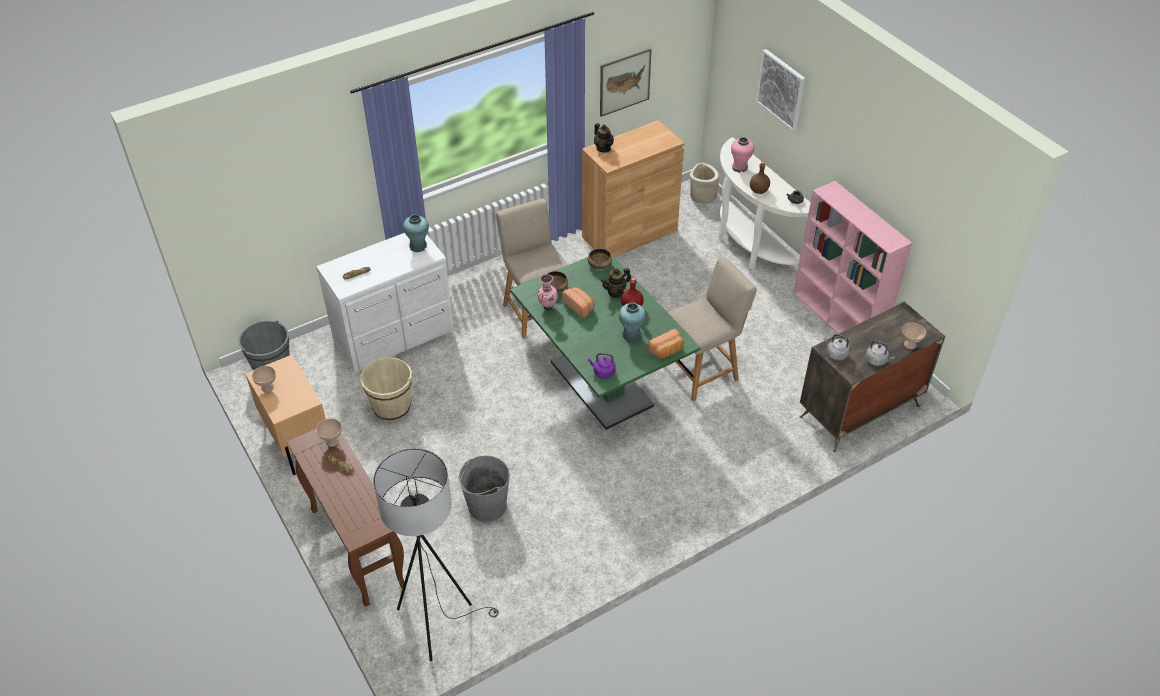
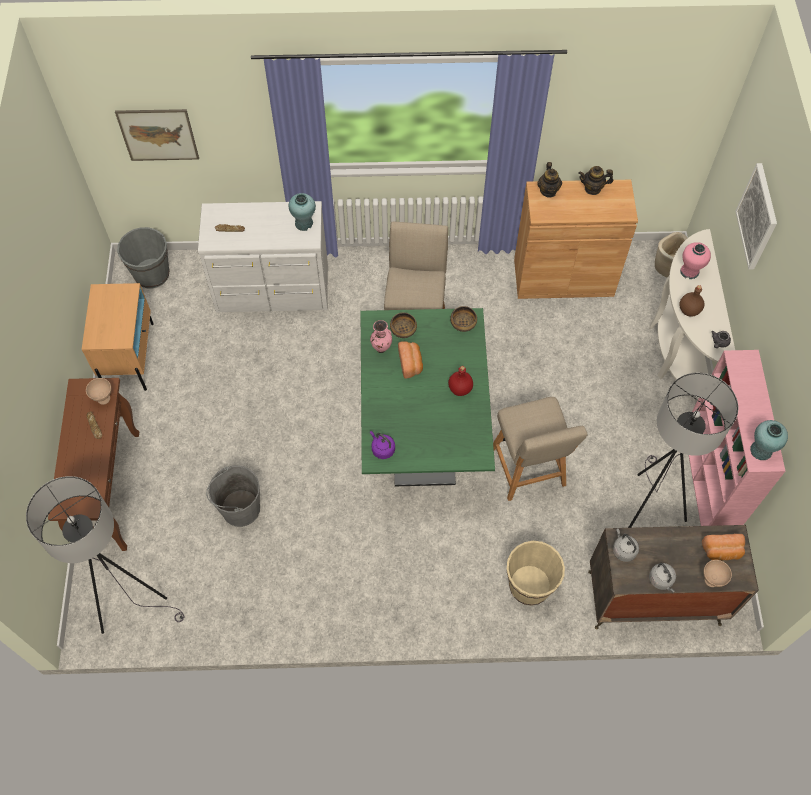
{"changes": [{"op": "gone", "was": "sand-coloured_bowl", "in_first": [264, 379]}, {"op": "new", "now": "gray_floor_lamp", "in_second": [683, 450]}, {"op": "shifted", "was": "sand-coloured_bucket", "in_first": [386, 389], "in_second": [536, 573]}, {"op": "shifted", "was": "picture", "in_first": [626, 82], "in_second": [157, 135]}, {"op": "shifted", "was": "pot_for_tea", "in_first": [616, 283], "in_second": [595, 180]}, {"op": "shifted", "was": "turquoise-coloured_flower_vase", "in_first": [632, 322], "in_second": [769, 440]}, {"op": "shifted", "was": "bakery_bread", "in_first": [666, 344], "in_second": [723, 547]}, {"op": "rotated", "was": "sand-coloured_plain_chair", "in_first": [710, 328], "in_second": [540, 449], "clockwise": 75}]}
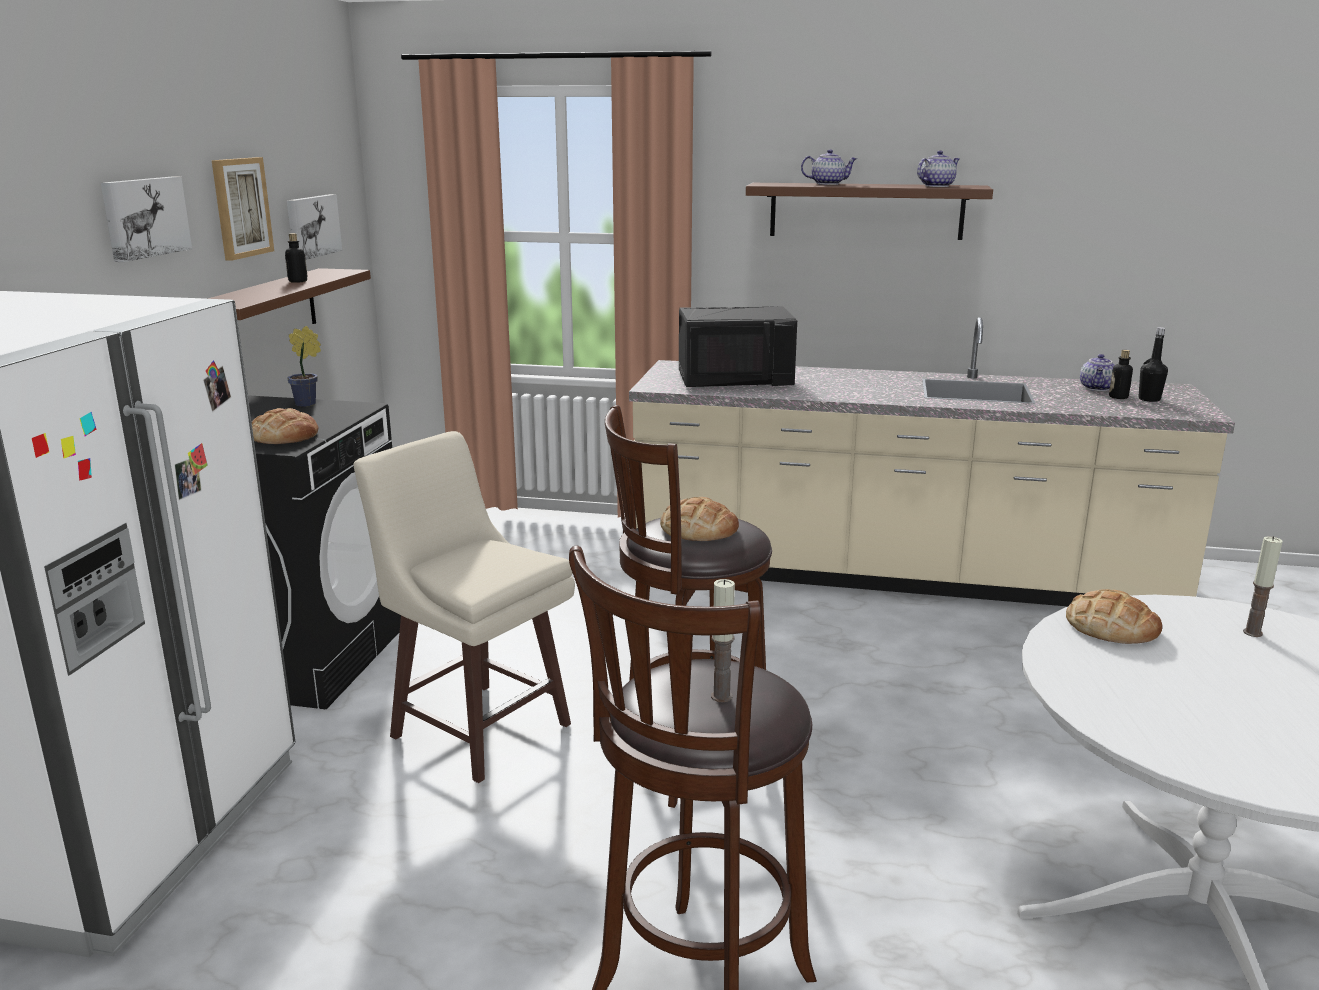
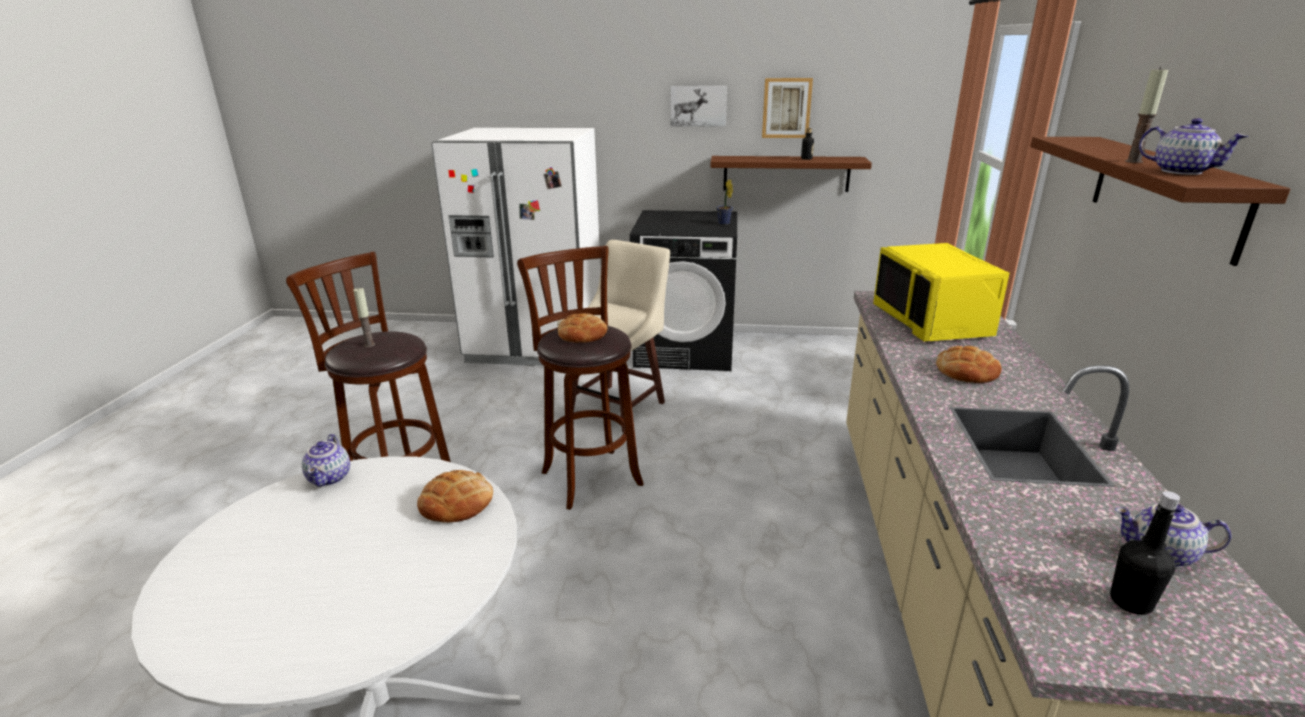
{"changes": [{"op": "gone", "was": "picture", "in_first": [314, 227]}, {"op": "gone", "was": "beverage_bottle", "in_first": [1121, 374]}, {"op": "shifted", "was": "bakery_bread", "in_first": [285, 426], "in_second": [969, 364]}, {"op": "shifted", "was": "pot_for_tea", "in_first": [829, 167], "in_second": [326, 460]}, {"op": "shifted", "was": "wax_light", "in_first": [1262, 586], "in_second": [1146, 115]}, {"op": "repainted", "was": "blackish_kitchen_microwave", "now": "yellow_kitchen_microwave", "in_first": [738, 346], "in_second": [941, 292]}]}
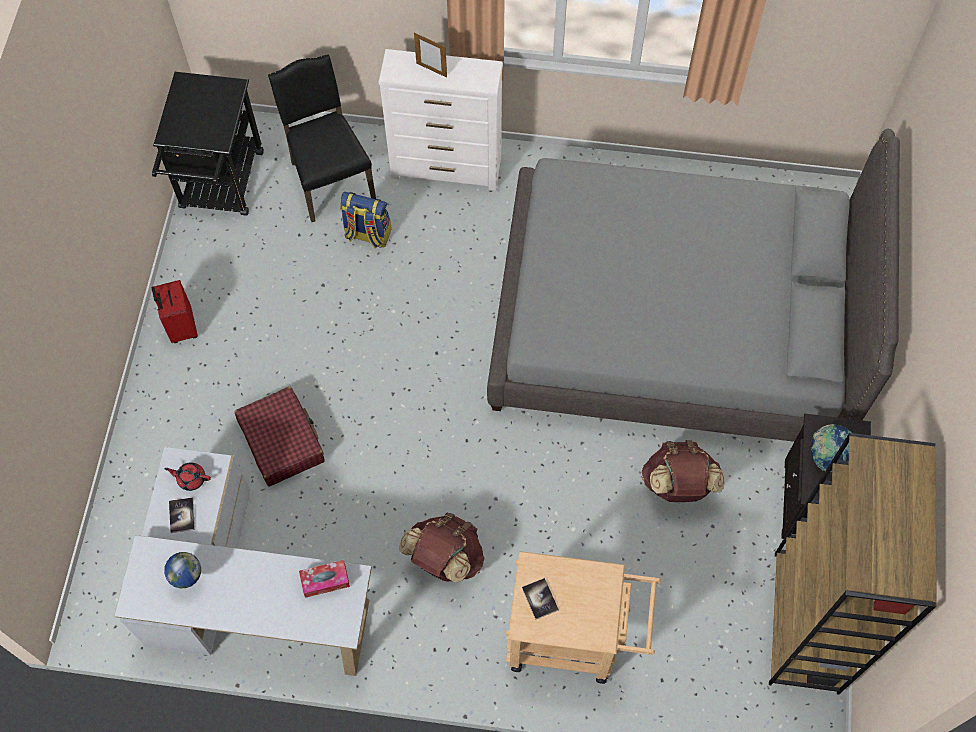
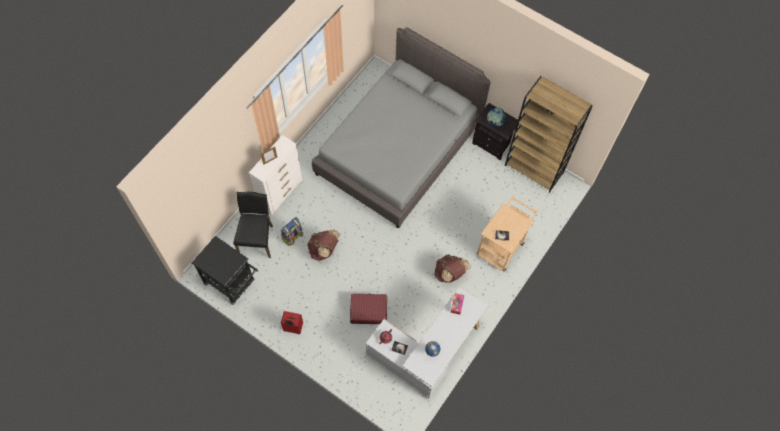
{"changes": [{"op": "shifted", "was": "brown-coloured_rucksack", "in_first": [683, 471], "in_second": [323, 245]}, {"op": "rotated", "was": "blackish_plain_chair", "in_first": [322, 138], "in_second": [253, 224], "clockwise": 90}]}
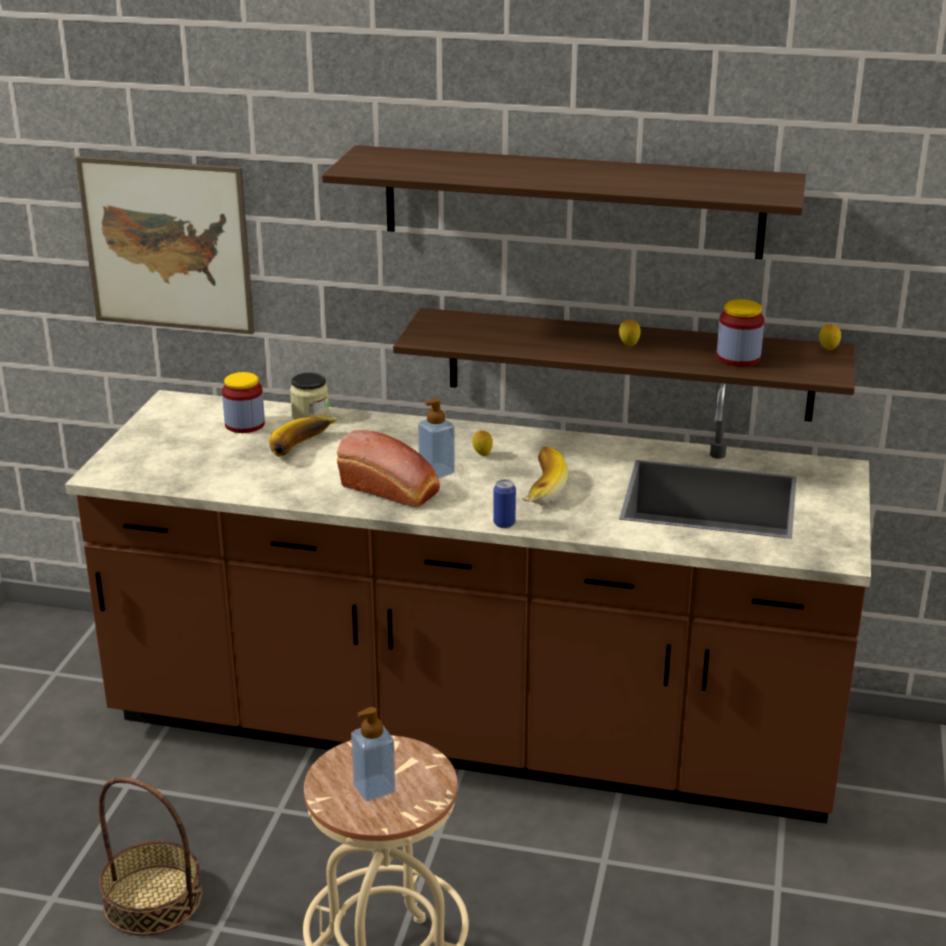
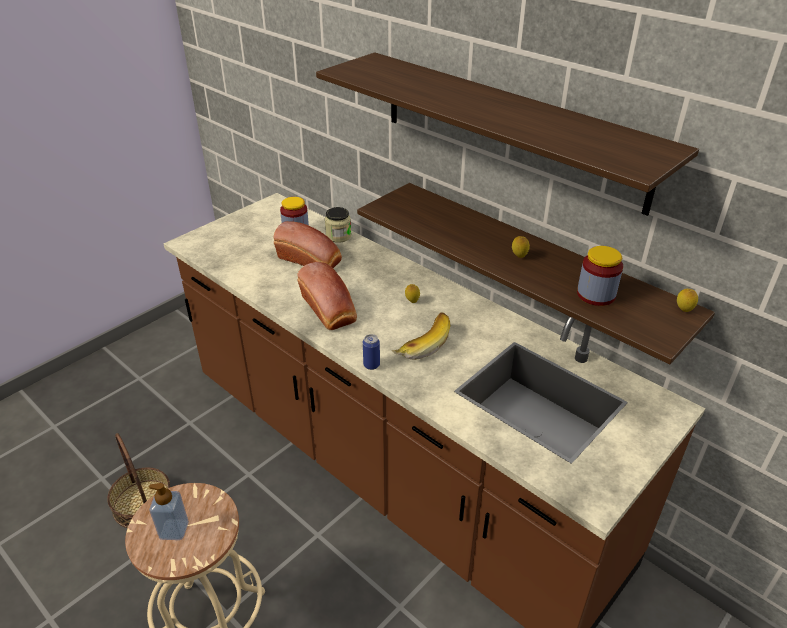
{"changes": [{"op": "gone", "was": "picture", "in_first": [165, 245]}, {"op": "gone", "was": "liquid_soap_bottle", "in_first": [436, 438]}, {"op": "swapped", "was": "banana", "now": "bakery_bread", "in_first": [303, 436], "in_second": [307, 244]}]}
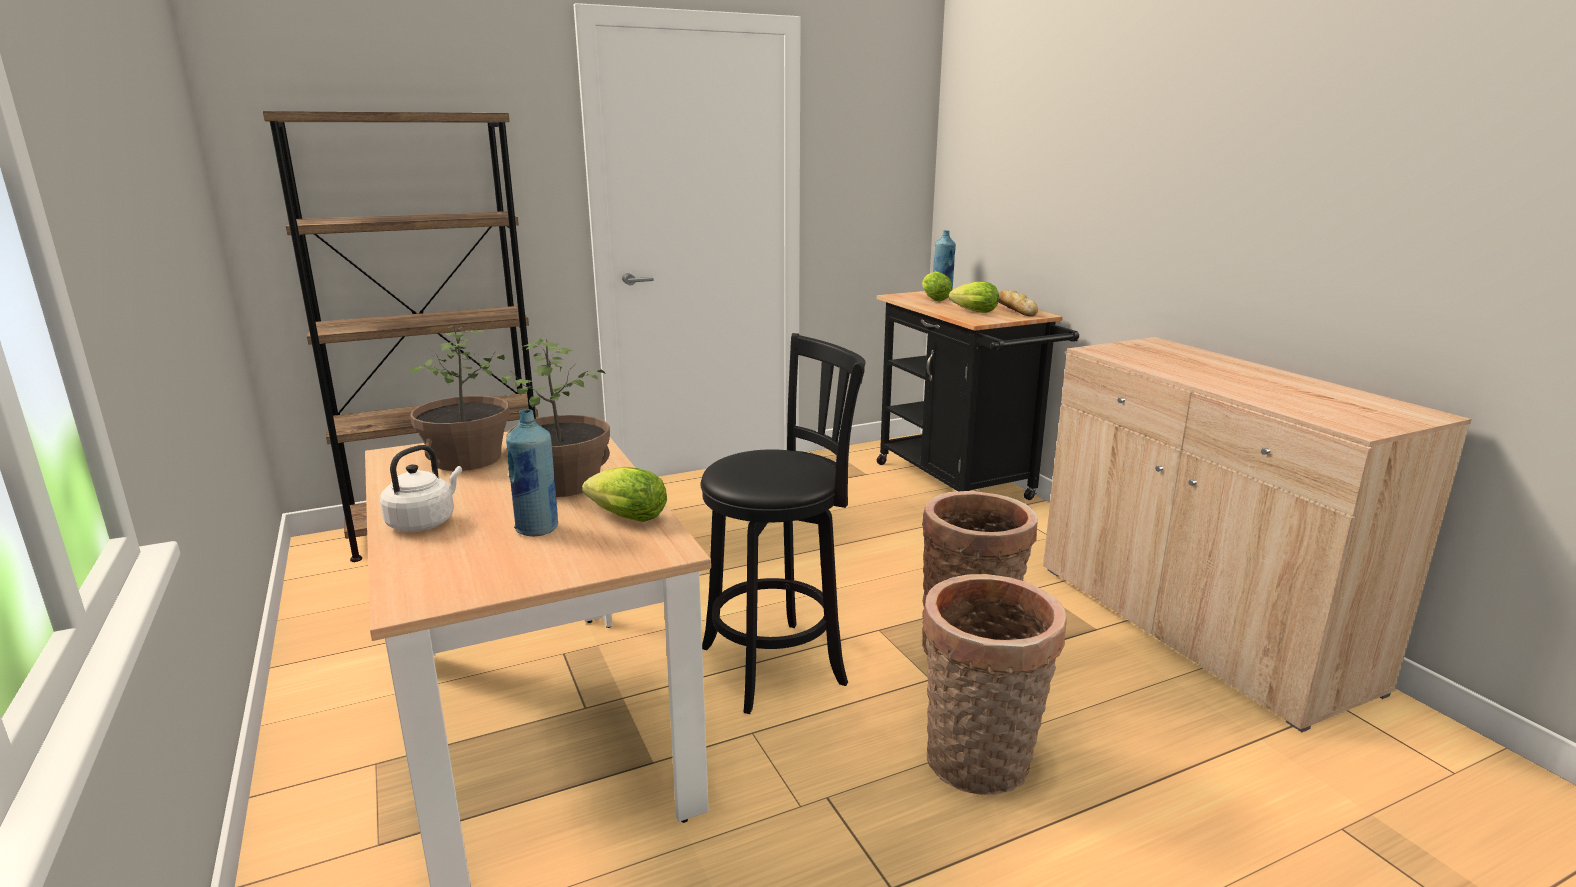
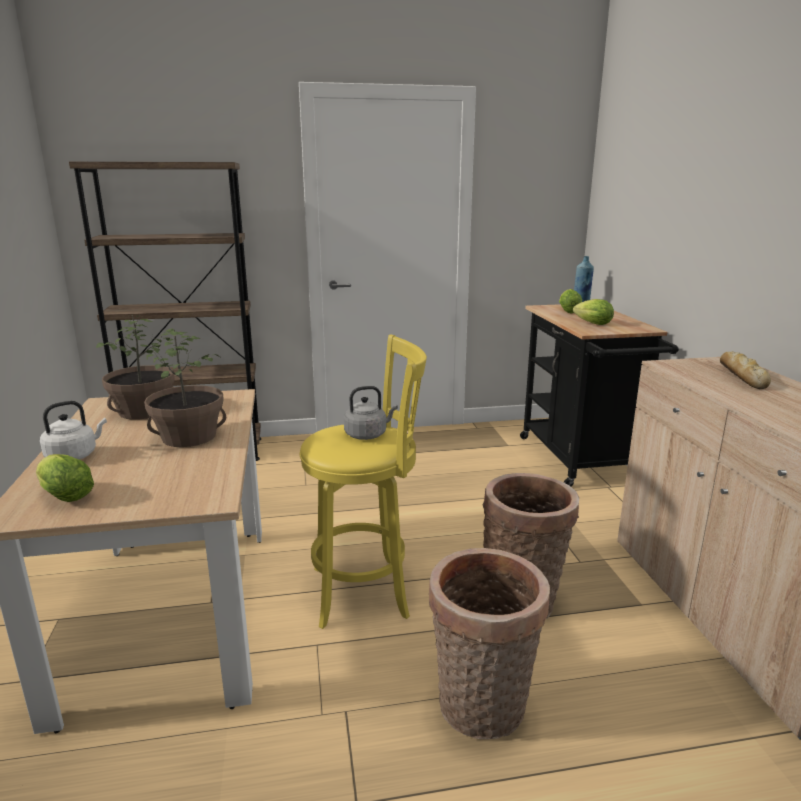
{"changes": [{"op": "gone", "was": "bluish_beverage_bottle", "in_first": [532, 472]}, {"op": "new", "now": "gray_tea_kettle", "in_second": [371, 413]}, {"op": "shifted", "was": "lettuce_head", "in_first": [624, 494], "in_second": [65, 478]}, {"op": "shifted", "was": "bakery_bread", "in_first": [1018, 303], "in_second": [745, 370]}, {"op": "repainted", "was": "blackish_sitting_stool", "now": "yellow_sitting_stool", "in_first": [782, 523], "in_second": [363, 481]}]}
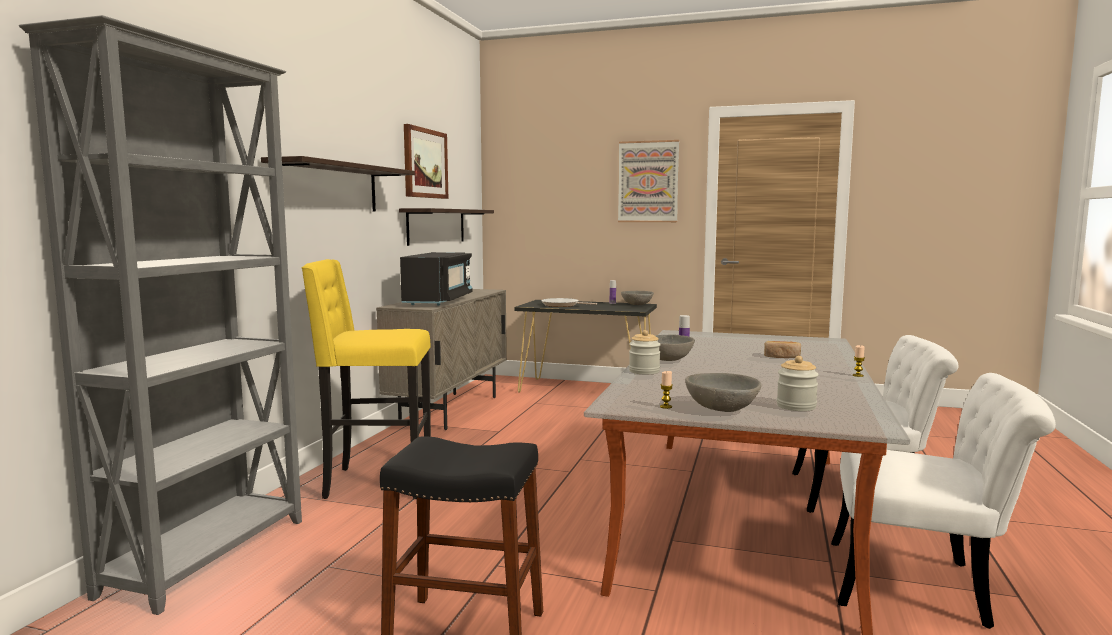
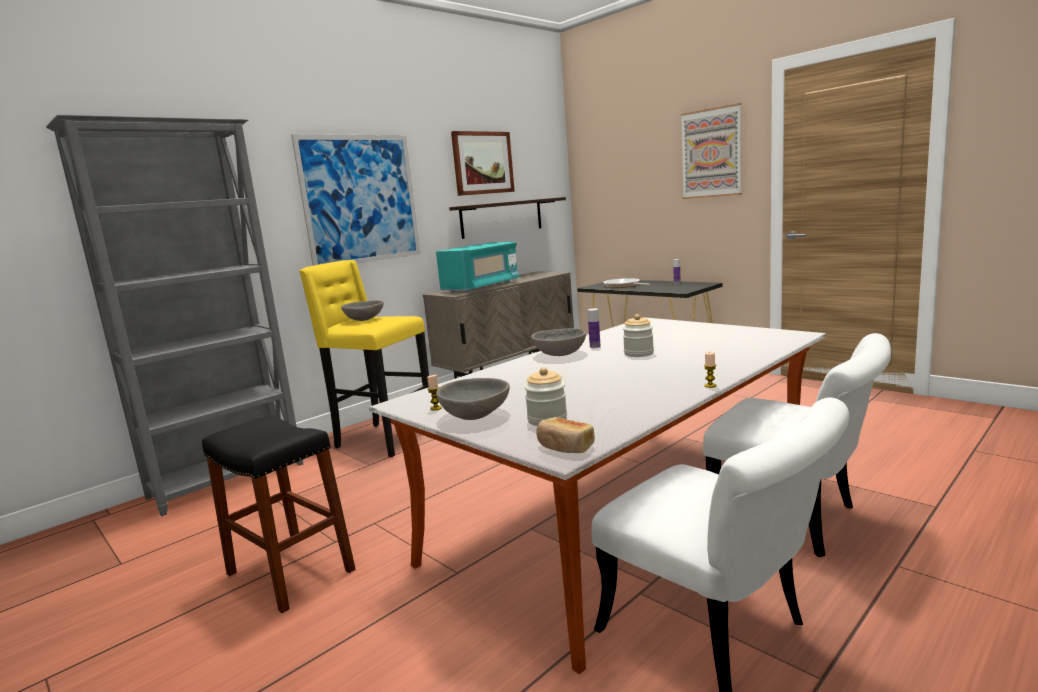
{"changes": [{"op": "shifted", "was": "gray_bowl", "in_first": [637, 298], "in_second": [362, 310]}, {"op": "shifted", "was": "jar", "in_first": [645, 352], "in_second": [638, 335]}, {"op": "shifted", "was": "bakery_bread", "in_first": [782, 349], "in_second": [565, 435]}, {"op": "swapped", "was": "wall_shelf", "now": "picture", "in_first": [338, 184], "in_second": [356, 200]}, {"op": "repainted", "was": "blackish_kitchen_microwave", "now": "turquoise-coloured_kitchen_microwave", "in_first": [436, 279], "in_second": [477, 267]}]}
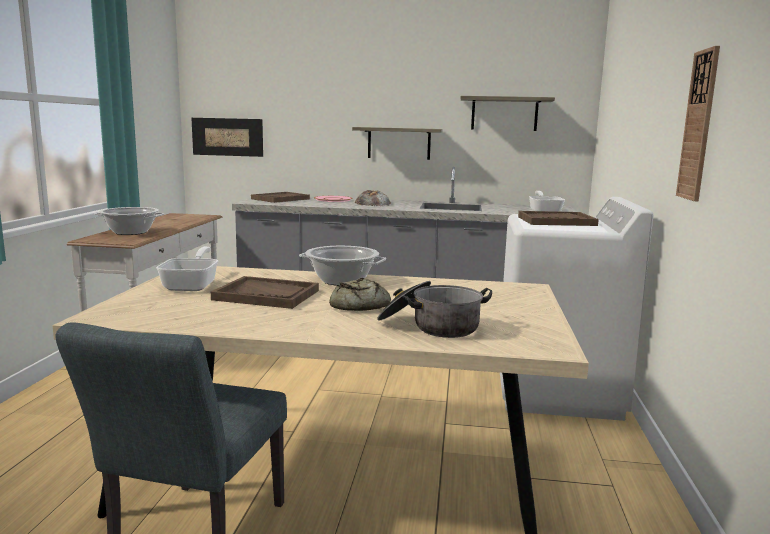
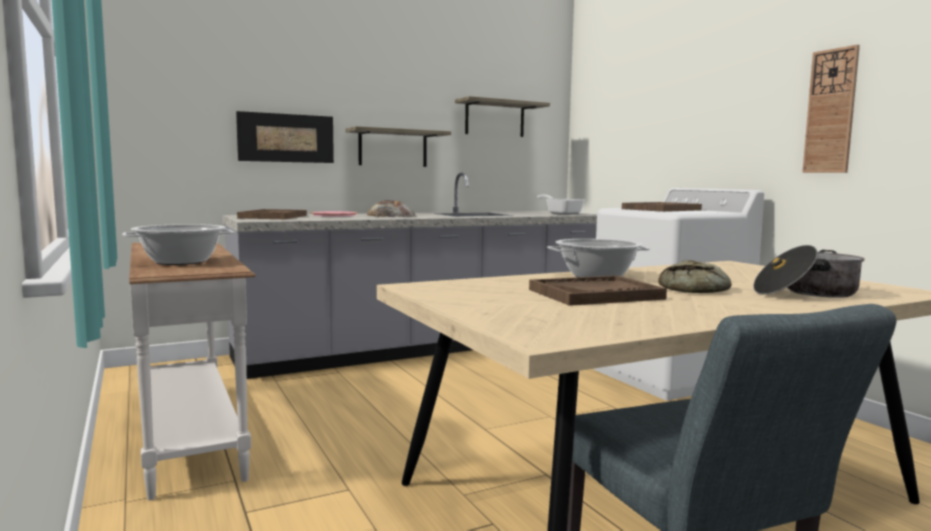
{"changes": [{"op": "gone", "was": "frying_pan", "in_first": [187, 269]}, {"op": "shifted", "was": "picture", "in_first": [227, 137], "in_second": [285, 137]}]}
